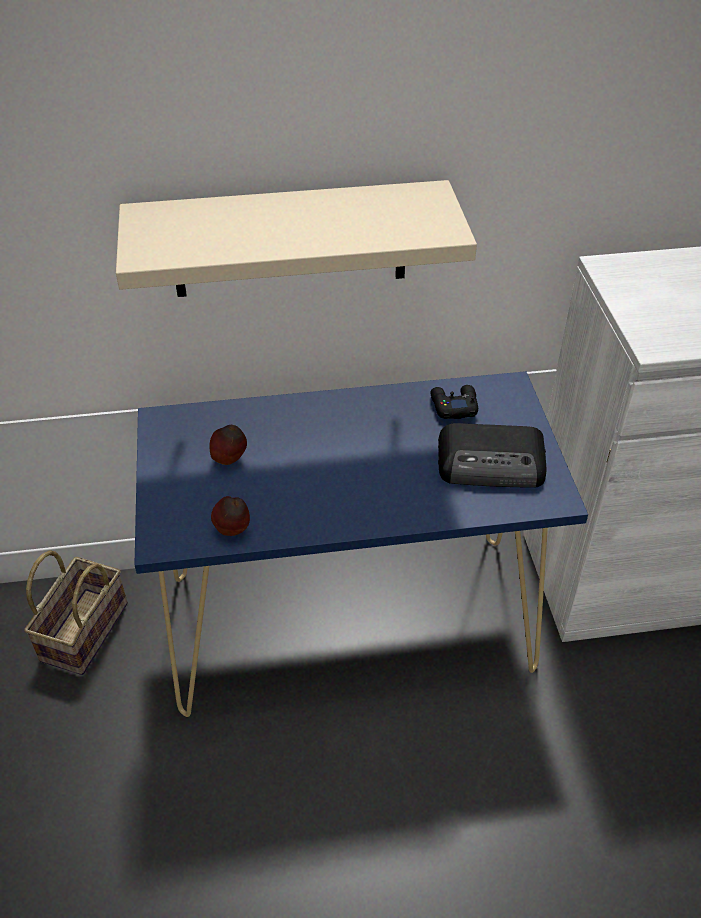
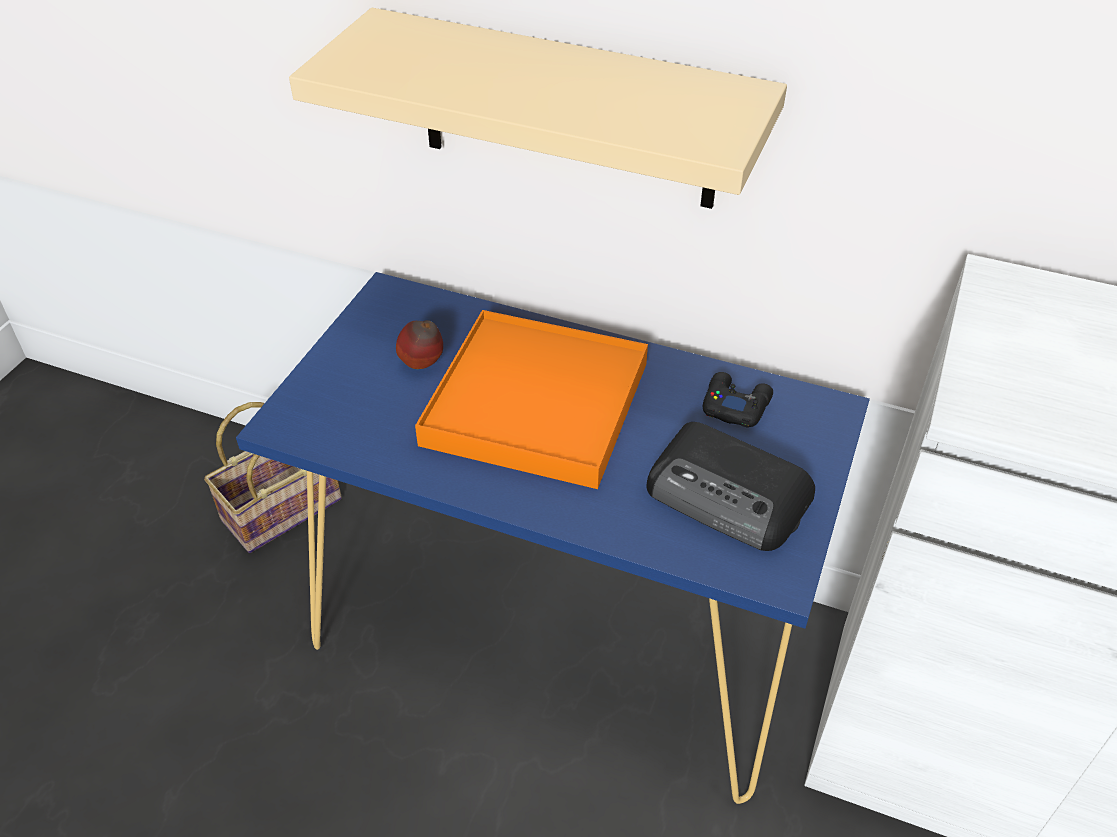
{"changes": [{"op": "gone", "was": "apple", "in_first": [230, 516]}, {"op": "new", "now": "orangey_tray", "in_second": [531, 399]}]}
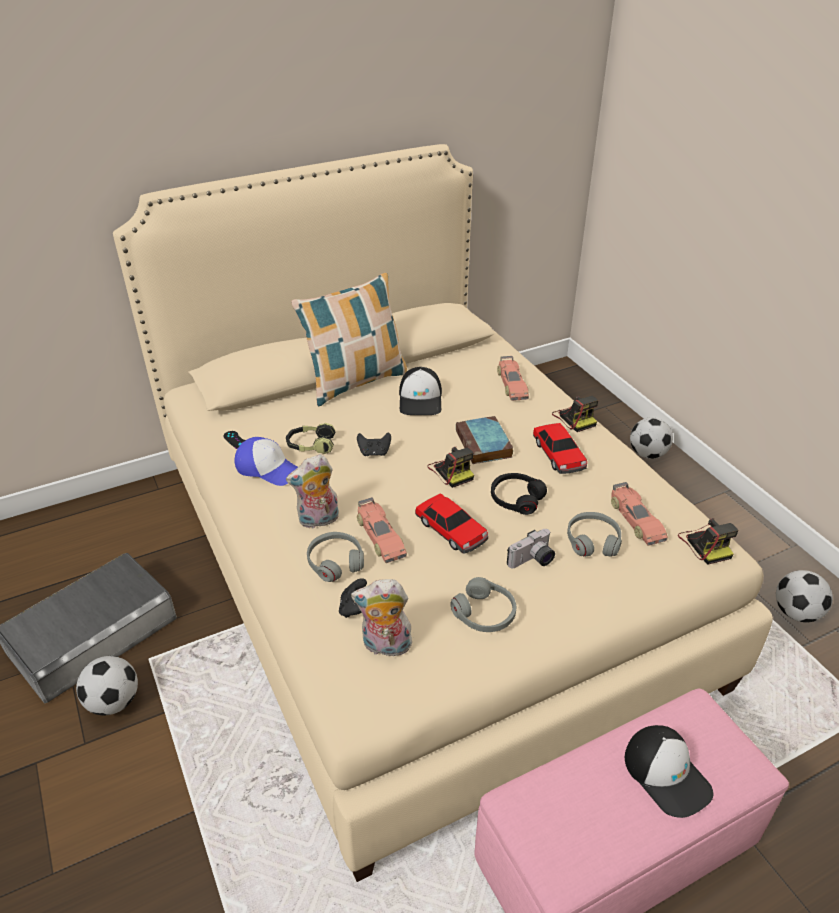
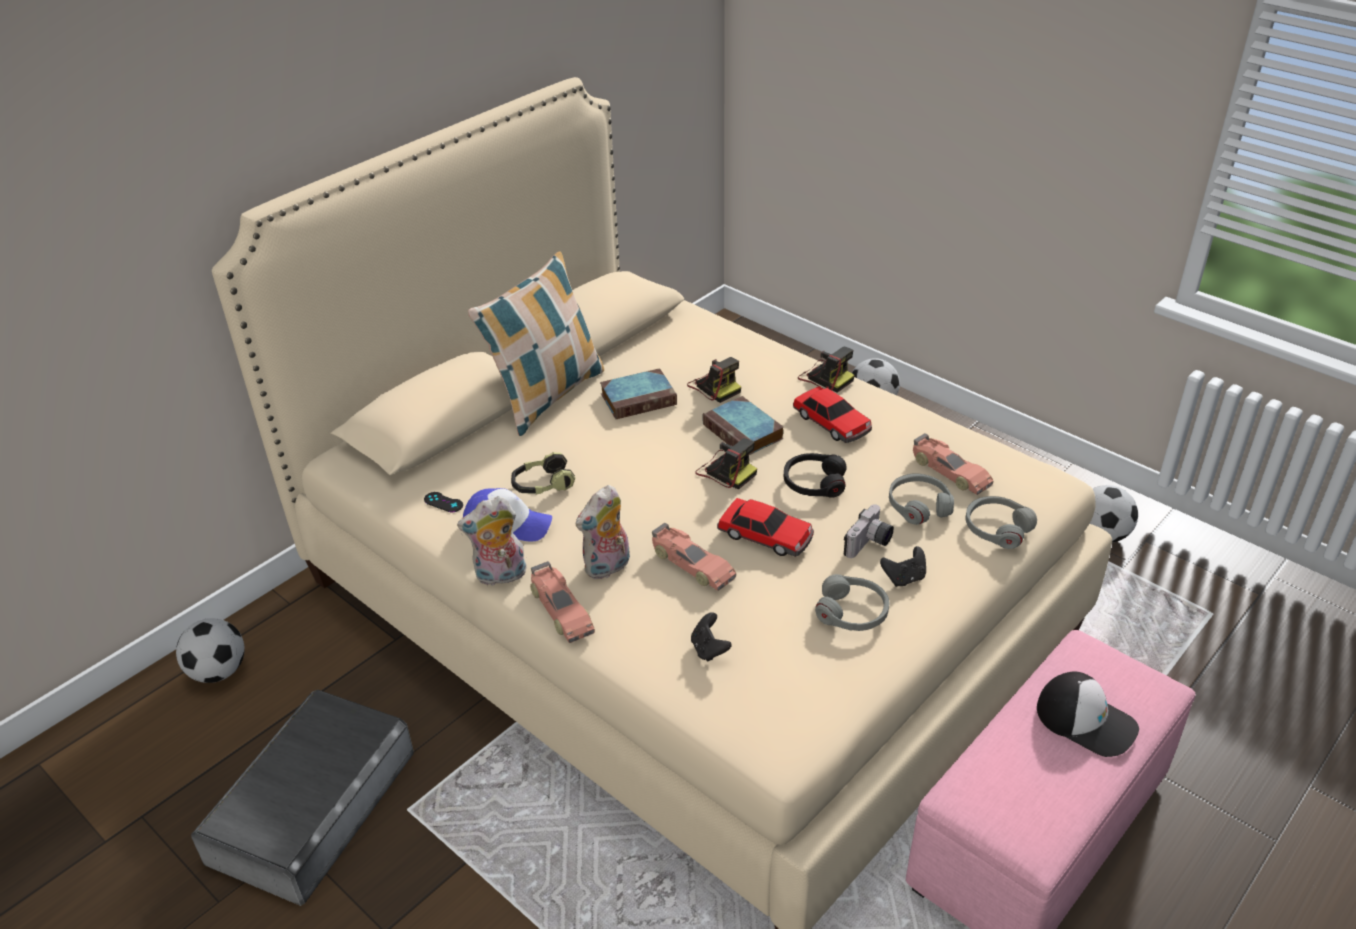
{"changes": [{"op": "shifted", "was": "football", "in_first": [107, 685], "in_second": [210, 650]}, {"op": "shifted", "was": "gray_headphones", "in_first": [335, 557], "in_second": [1001, 522]}, {"op": "shifted", "was": "plush_toy", "in_first": [381, 618], "in_second": [492, 541]}, {"op": "shifted", "was": "blackish_gamepad", "in_first": [374, 444], "in_second": [903, 566]}, {"op": "shifted", "was": "model_car", "in_first": [513, 378], "in_second": [562, 602]}, {"op": "shifted", "was": "photo_camera", "in_first": [708, 541], "in_second": [714, 380]}, {"op": "swapped", "was": "baseball_cap", "now": "volume", "in_first": [420, 391], "in_second": [638, 393]}]}
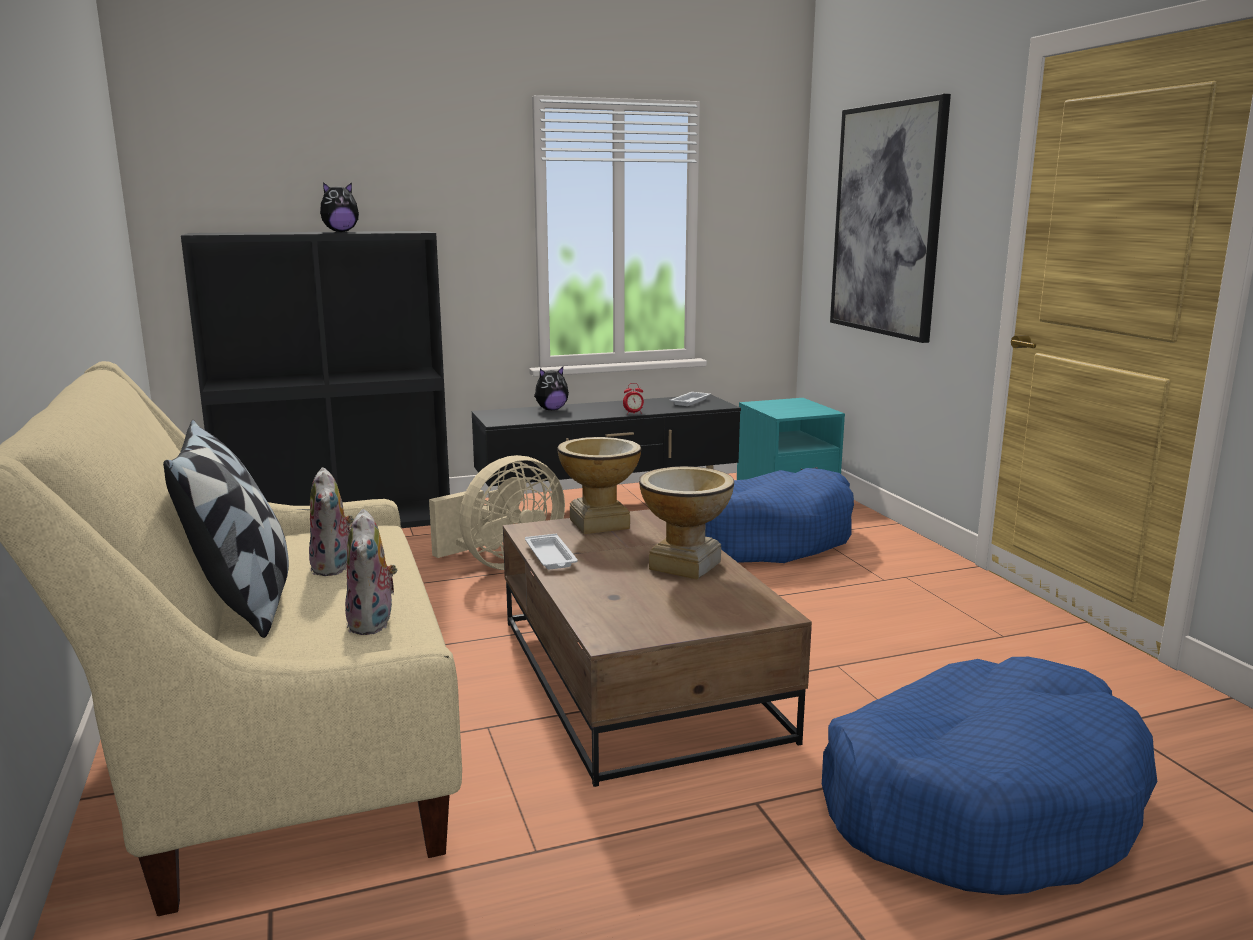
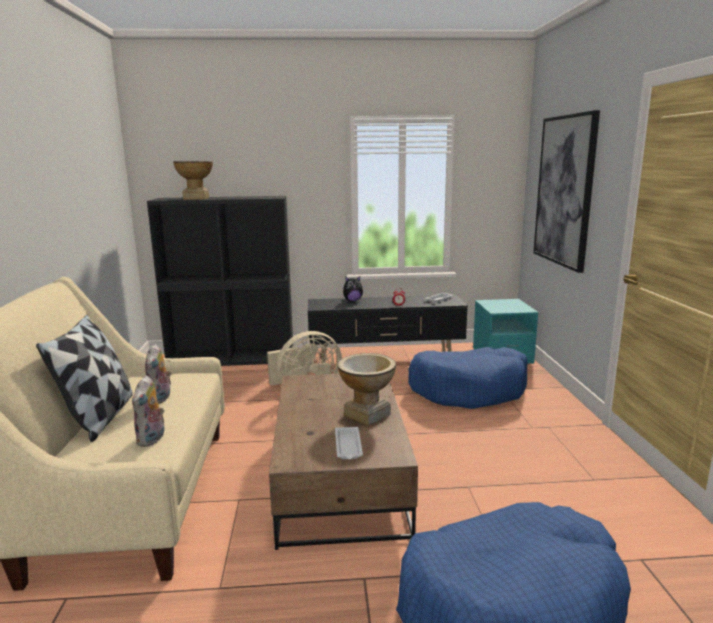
{"changes": [{"op": "gone", "was": "plush_toy", "in_first": [339, 207]}, {"op": "shifted", "was": "white_tray", "in_first": [551, 552], "in_second": [349, 443]}, {"op": "shifted", "was": "flower_vase", "in_first": [599, 485], "in_second": [193, 180]}]}
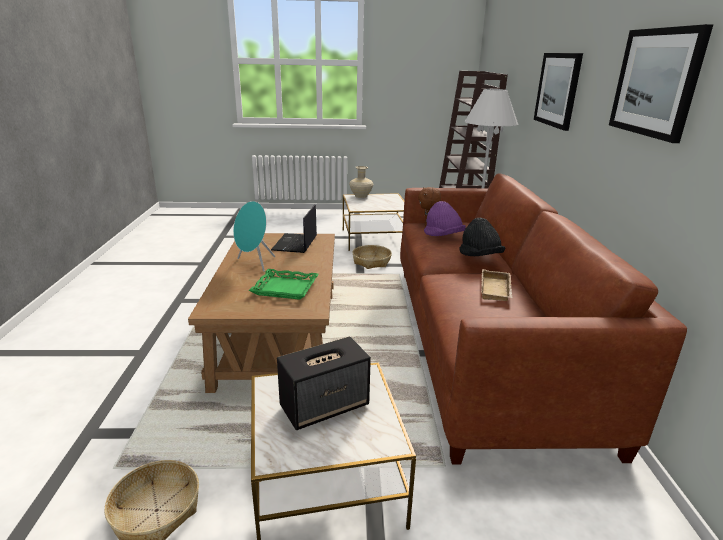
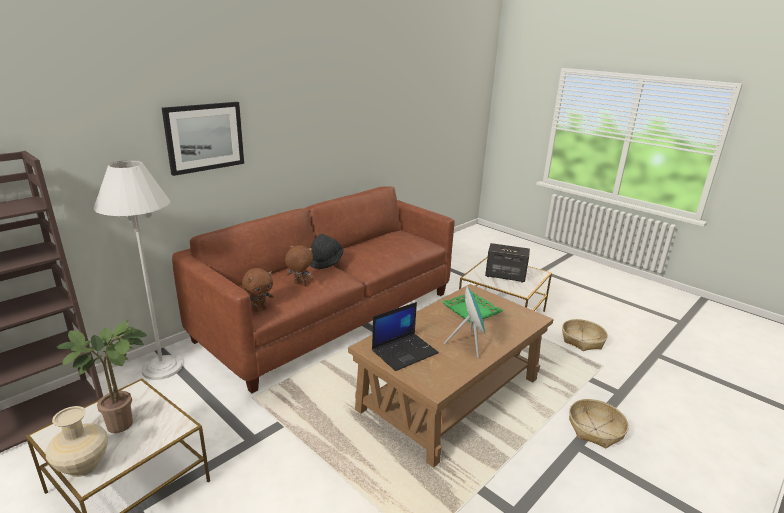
{"changes": [{"op": "gone", "was": "sand-coloured_tray", "in_first": [496, 285]}, {"op": "gone", "was": "picture", "in_first": [661, 83]}, {"op": "new", "now": "houseplant", "in_second": [101, 376]}, {"op": "shifted", "was": "household_basket", "in_first": [372, 257], "in_second": [599, 424]}, {"op": "swapped", "was": "purple-coloured_wearable_hat", "now": "brown-coloured_plush_toy", "in_first": [445, 218], "in_second": [299, 265]}]}
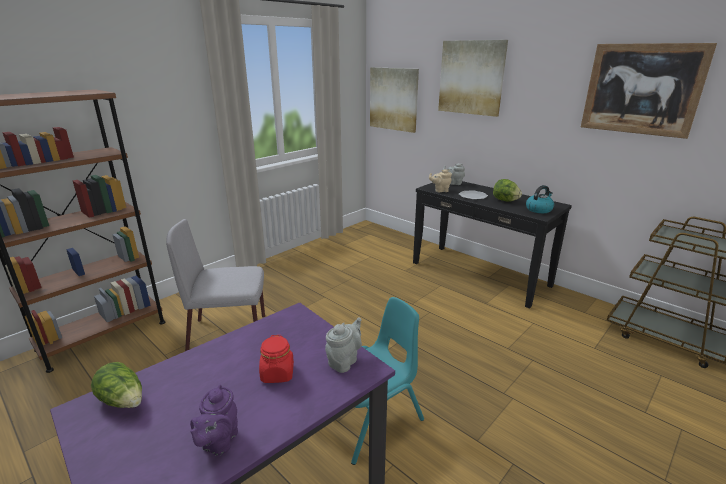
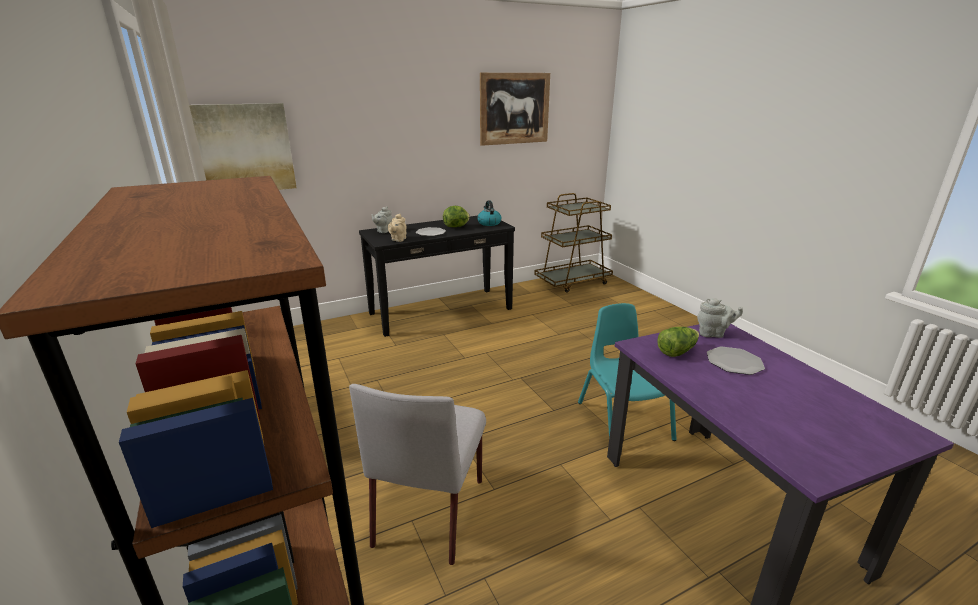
{"changes": [{"op": "gone", "was": "purple-coloured_pot_for_tea", "in_first": [214, 420]}, {"op": "gone", "was": "picture", "in_first": [473, 78]}, {"op": "shifted", "was": "lettuce_head", "in_first": [116, 385], "in_second": [678, 342]}, {"op": "swapped", "was": "reddish_jar", "now": "dinner_plate", "in_first": [276, 359], "in_second": [736, 360]}, {"op": "rotated", "was": "gray_pot_for_tea", "in_first": [343, 345], "in_second": [720, 318], "clockwise": 135}]}
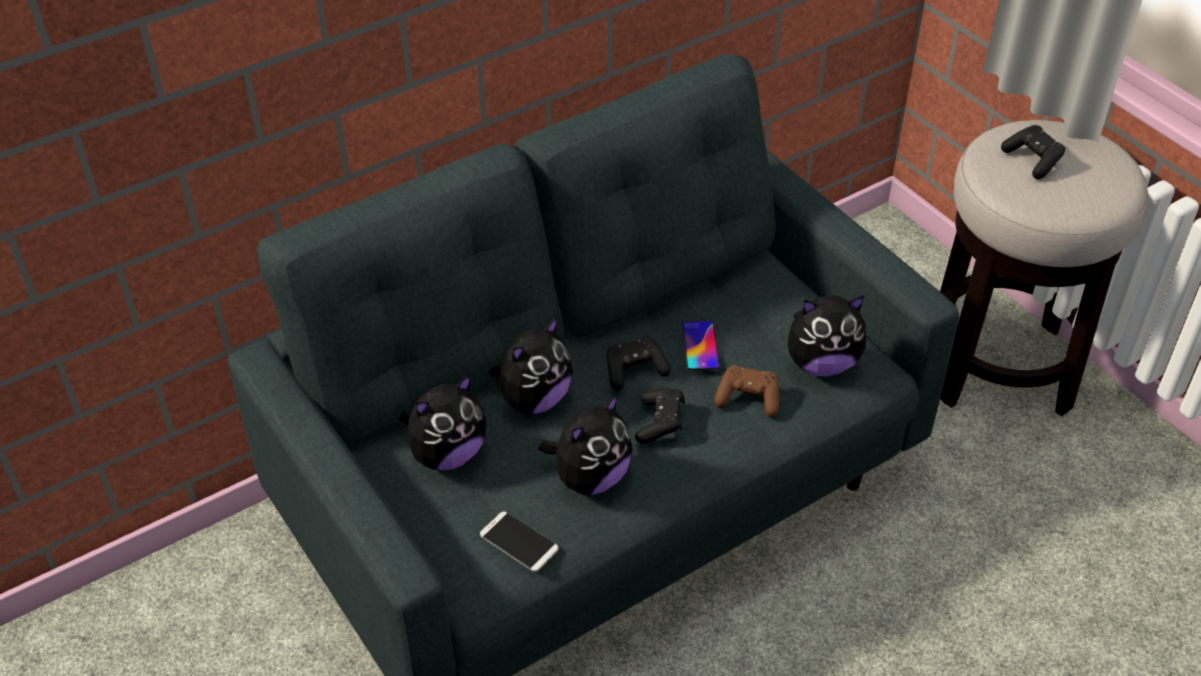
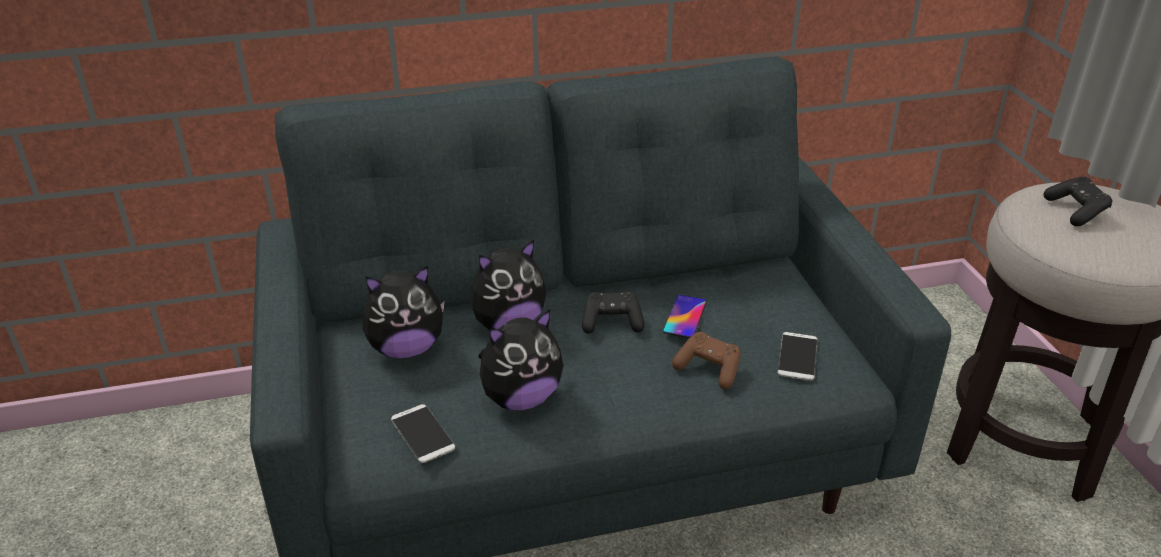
{"changes": [{"op": "gone", "was": "blackish_gamepad", "in_first": [660, 416]}, {"op": "swapped", "was": "plush_toy", "now": "handset", "in_first": [827, 336], "in_second": [797, 356]}]}
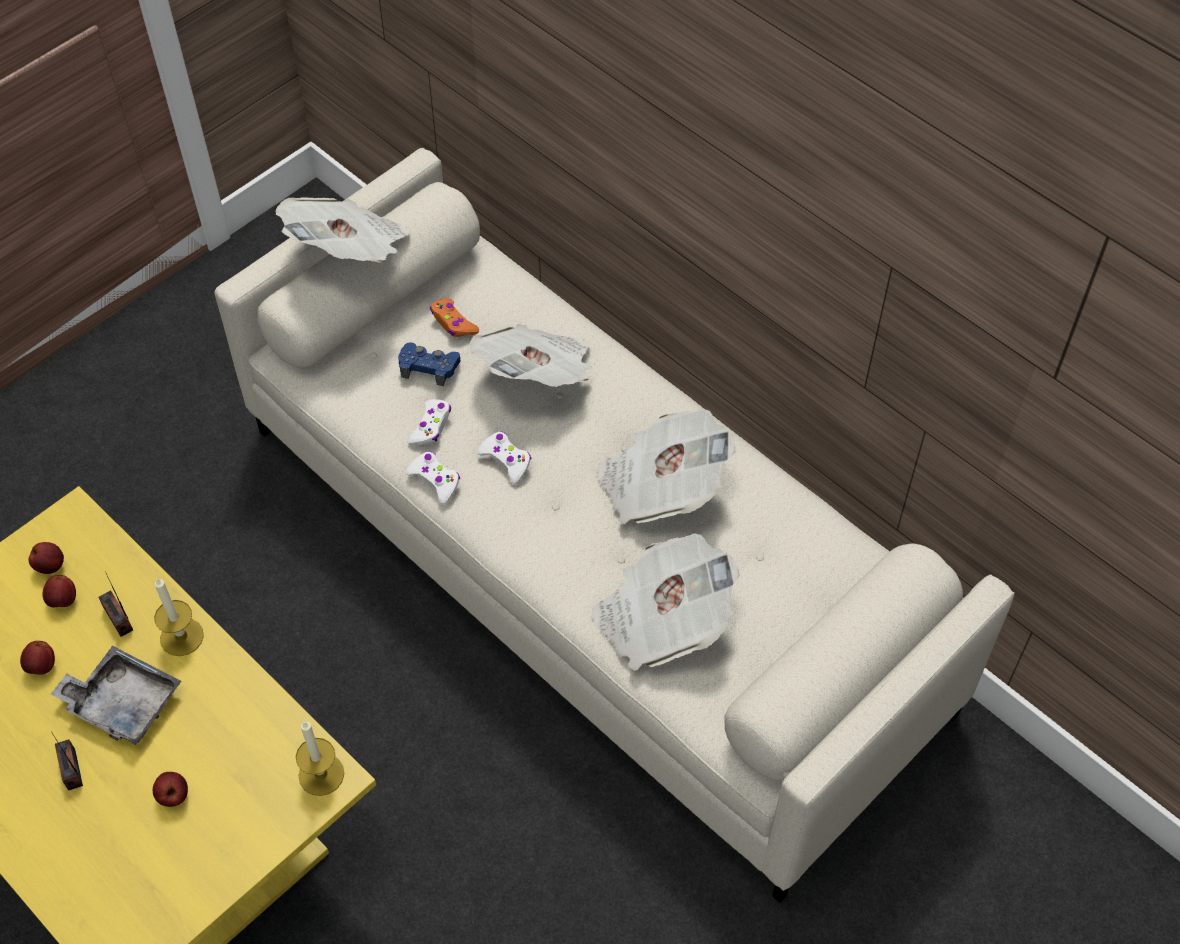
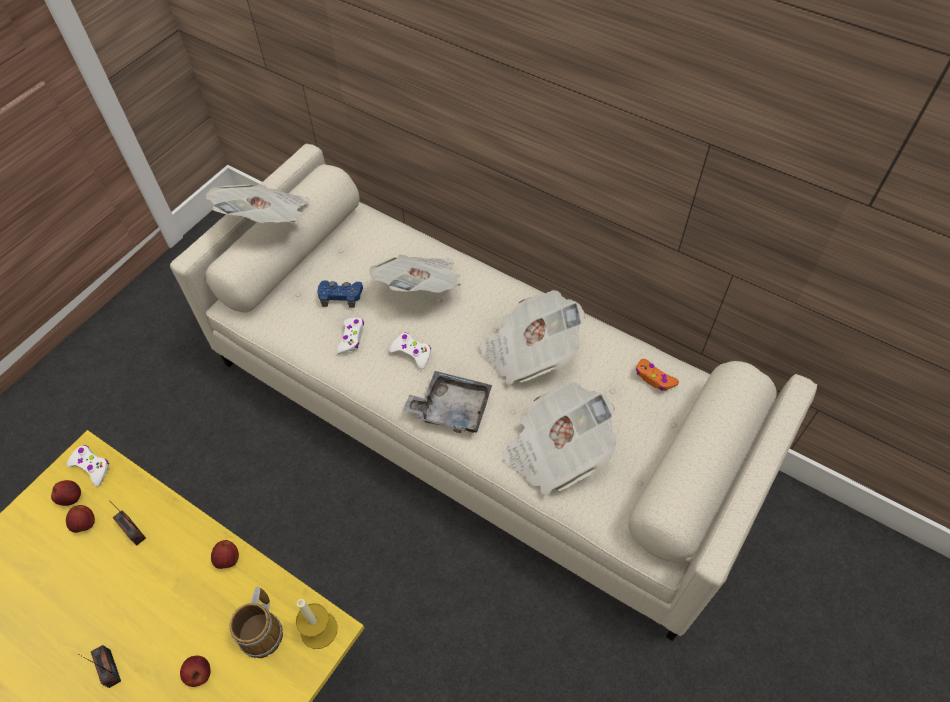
{"changes": [{"op": "gone", "was": "wax_light", "in_first": [179, 617]}, {"op": "new", "now": "tea_mug", "in_second": [256, 622]}, {"op": "shifted", "was": "apple", "in_first": [37, 658], "in_second": [225, 554]}, {"op": "shifted", "was": "gray_tray", "in_first": [116, 695], "in_second": [447, 402]}, {"op": "shifted", "was": "white_gamepad", "in_first": [433, 477], "in_second": [88, 465]}, {"op": "shifted", "was": "orangey_gamepad", "in_first": [454, 318], "in_second": [657, 375]}]}
